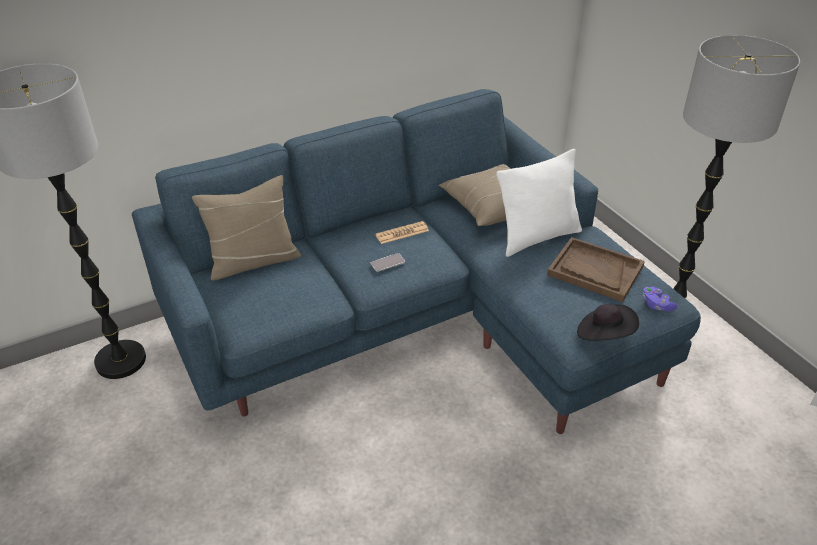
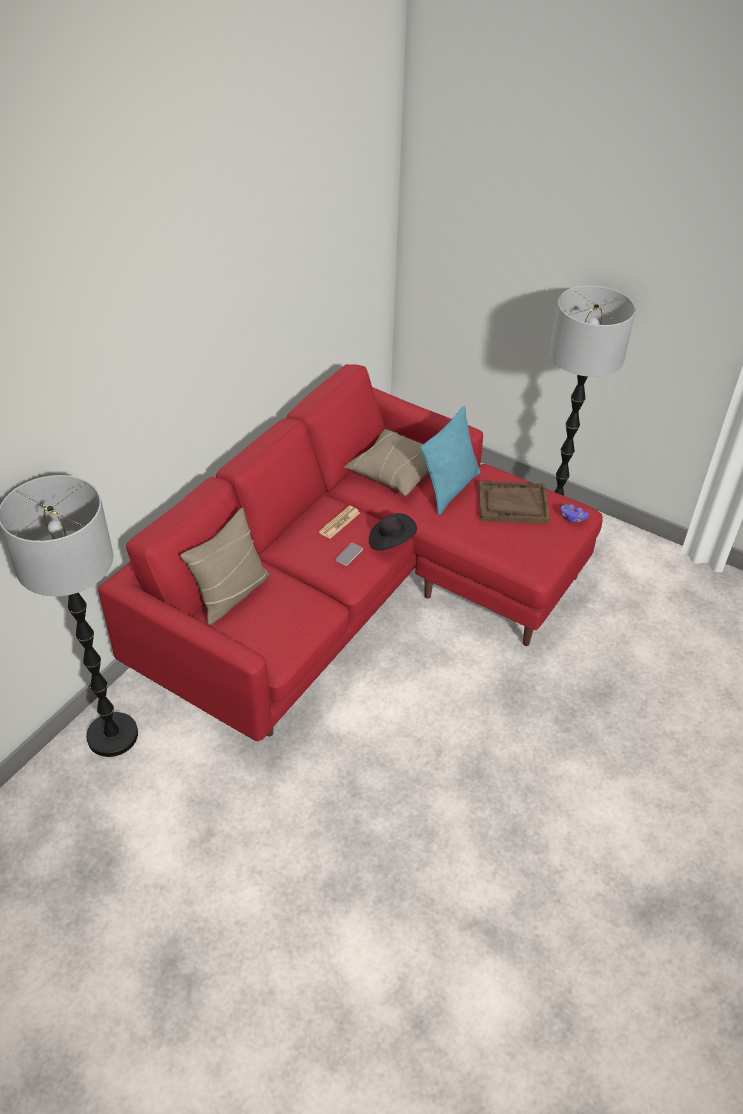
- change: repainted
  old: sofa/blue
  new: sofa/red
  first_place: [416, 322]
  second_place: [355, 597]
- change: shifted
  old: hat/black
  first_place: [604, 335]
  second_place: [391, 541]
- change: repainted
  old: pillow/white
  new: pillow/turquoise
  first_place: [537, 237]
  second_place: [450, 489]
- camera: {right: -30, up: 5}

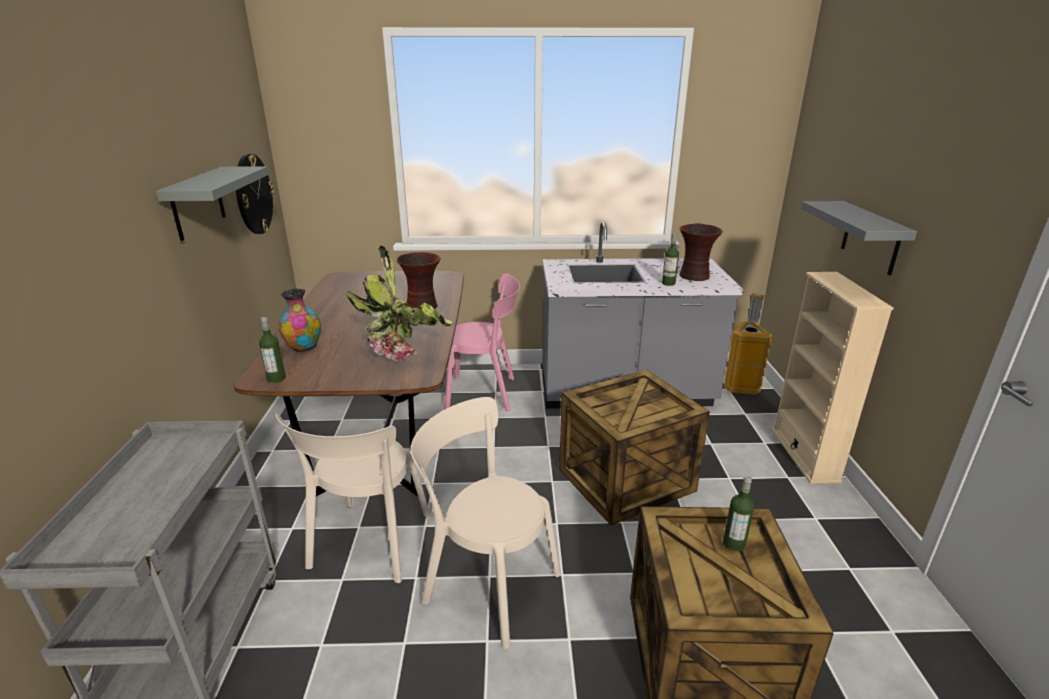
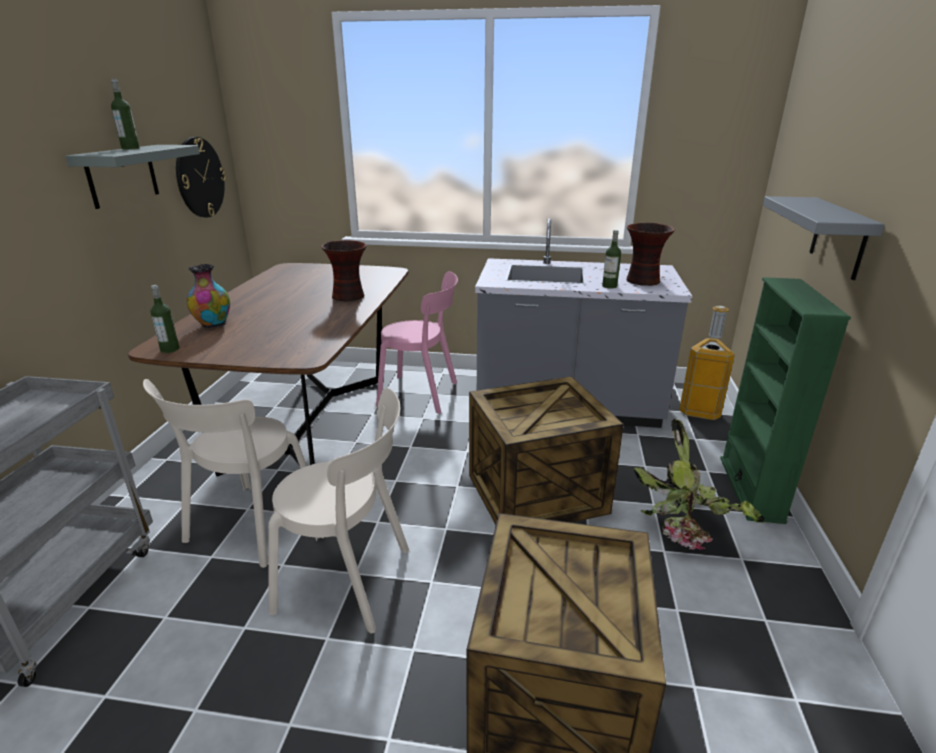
- change: shifted
  old: bottle
  first_place: [734, 543]
  second_place: [130, 148]
- change: rotated
  old: chair/beige
  first_place: [487, 584]
  second_place: [350, 581]
  degrees: 150
- change: shifted
  old: potted plant
  first_place: [408, 354]
  second_place: [690, 534]
- change: repainted
  old: bookcase/beige
  new: bookcase/green
  first_place: [804, 455]
  second_place: [751, 488]
- camera: {right: 10, up: 0}

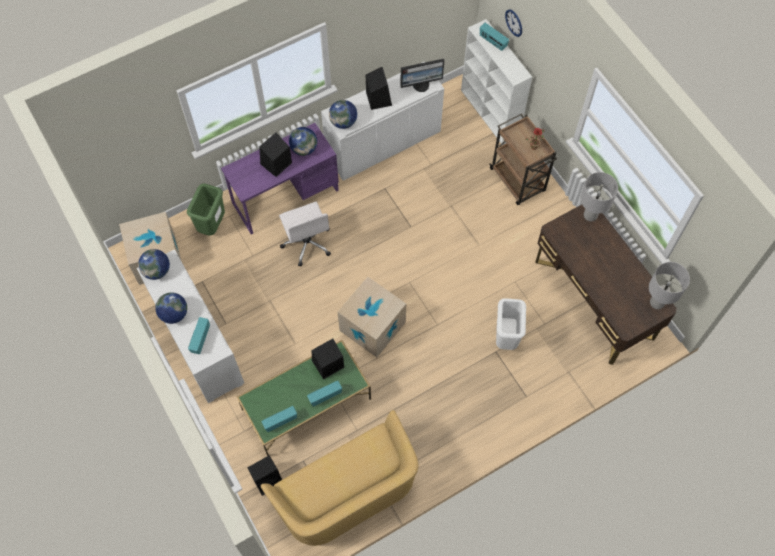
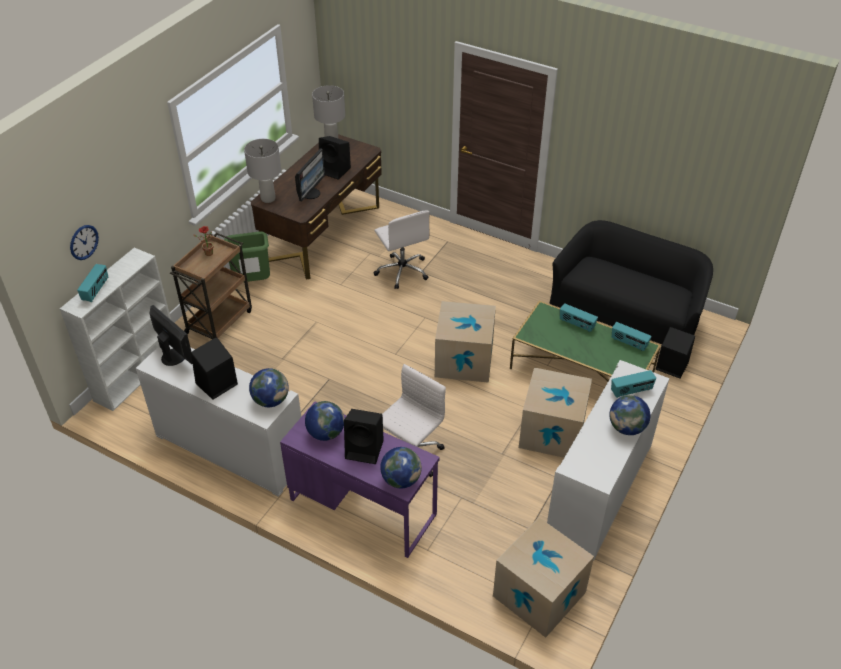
- change: shifted
  old: trash can/green
  first_place: [212, 225]
  second_place: [252, 283]
- change: new
  new: monitor
  second_place: [311, 193]
- change: shifted
  old: speaker/black
  first_place: [327, 364]
  second_place: [335, 170]
- change: swapped
  old: trash can/white
  new: office chair/white
  first_place: [505, 337]
  second_place: [402, 271]
- change: shifted
  old: globe
  first_place: [157, 271]
  second_place: [401, 479]
- change: new
  new: cardboard box
  second_place: [552, 432]
- change: repainted
  old: sofa/yellow
  new: sofa/black
  first_place: [347, 491]
  second_place: [628, 311]
- camera: {right: -120, up: -20}

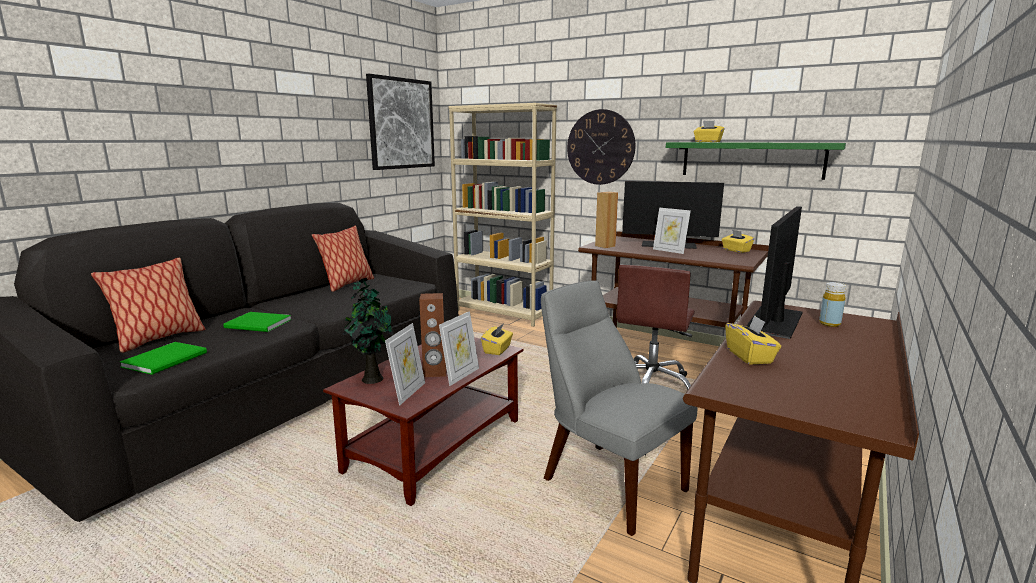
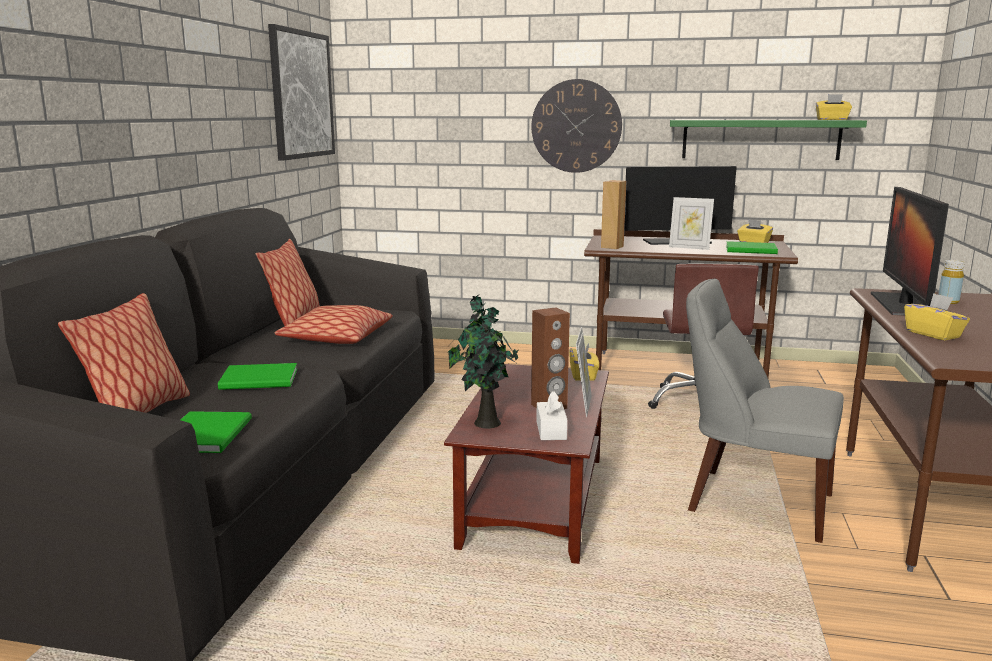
- change: new
  new: pillow
  second_place: [336, 338]
- change: swapped
  old: picture frame
  new: tissue box/white
  first_place: [408, 393]
  second_place: [551, 430]
- change: new
  new: book/green
  second_place: [752, 250]
- change: shifted
  old: tissue box/yellow
  first_place: [707, 142]
  second_place: [832, 119]
- change: gone
  old: bookcase/beige
  first_place: [503, 313]
- camera: {right: -20, up: 0}

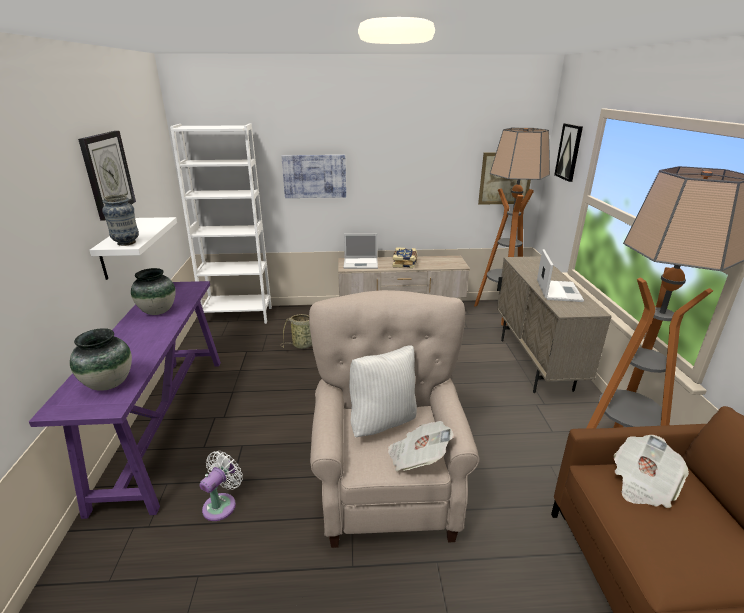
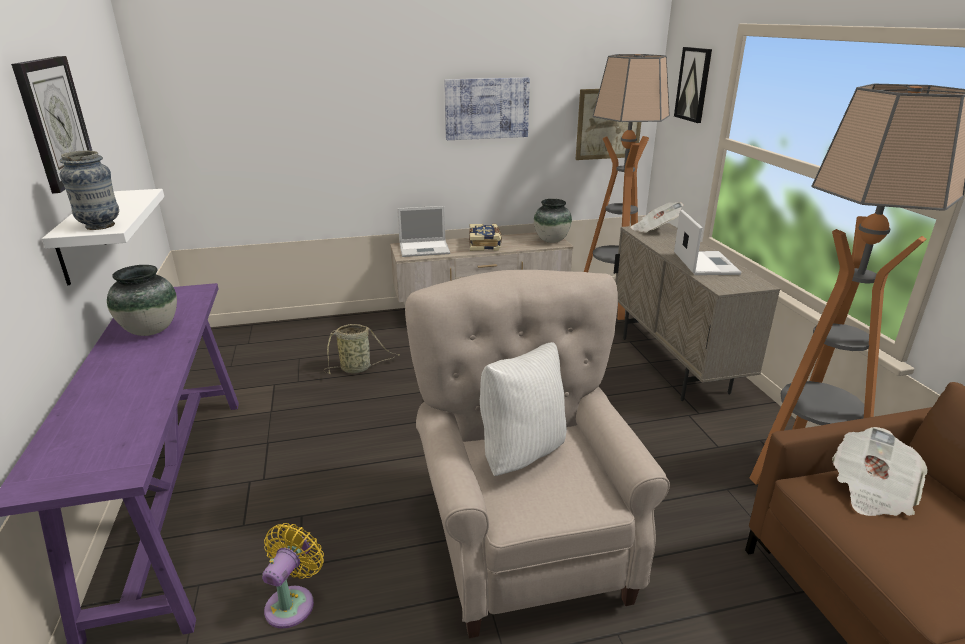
- change: repainted
  old: fan/white
  new: fan/yellow
  first_place: [222, 504]
  second_place: [293, 602]
- change: shifted
  old: picture
  first_place: [314, 176]
  second_place: [486, 108]
- change: shifted
  old: vase
  first_place: [108, 384]
  second_place: [551, 240]
- change: shifted
  old: newspaper
  first_place: [417, 458]
  second_place: [655, 229]
- change: gone
  old: bookcase/white
  first_place: [238, 315]
- camera: {right: -10, up: 0}

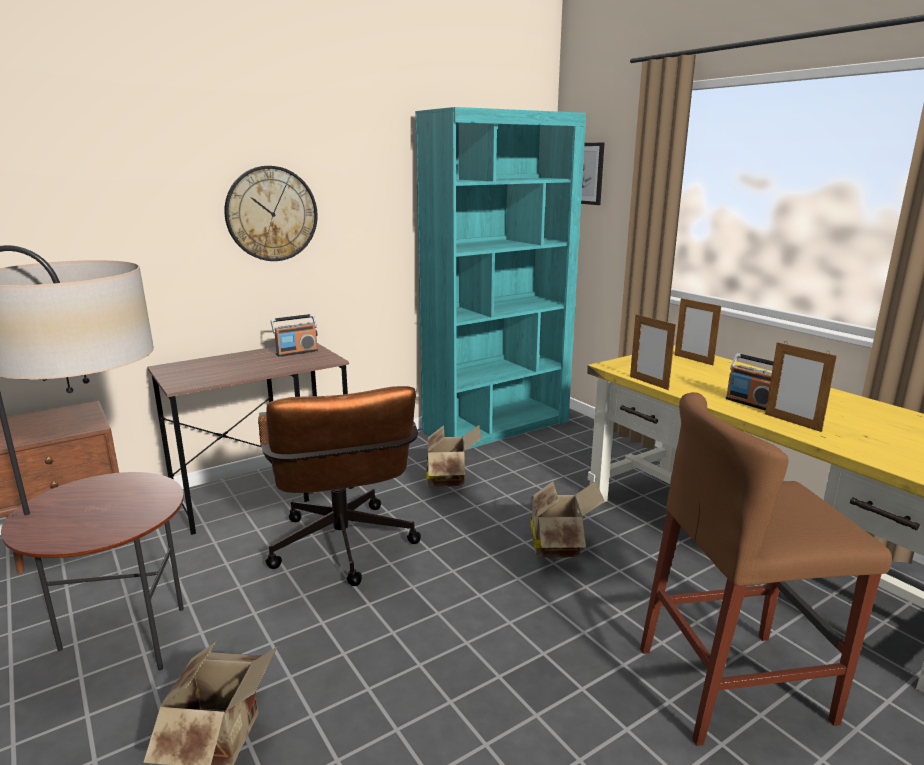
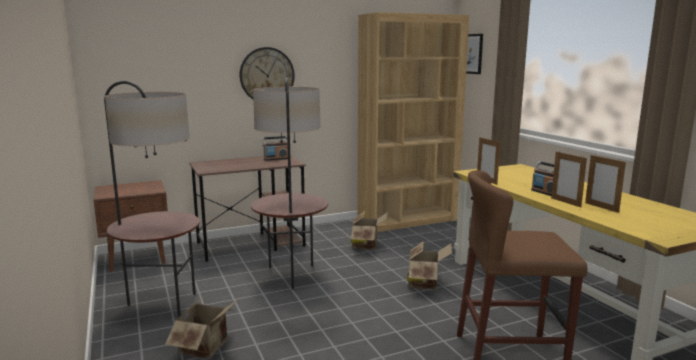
- change: swapped
  old: office chair/brown
  new: floor lamp
  first_place: [344, 551]
  second_place: [291, 276]
- change: repainted
  old: bookcase/turquoise
  new: bookcase/brown
  first_place: [497, 426]
  second_place: [408, 220]
- change: shifted
  old: picture frame
  first_place: [693, 360]
  second_place: [601, 207]
- camera: {right: 10, up: -5}

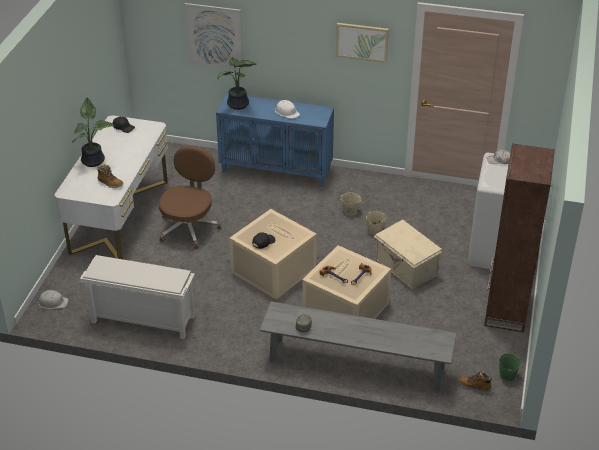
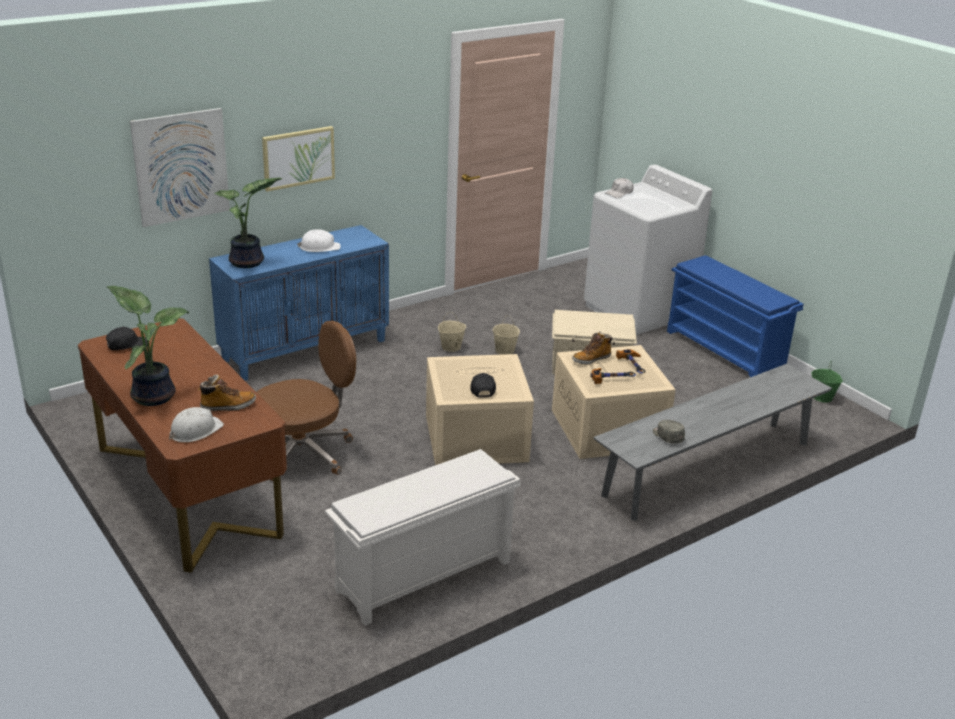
- change: repainted
  old: desk/white
  new: desk/brown
  first_place: [120, 216]
  second_place: [188, 490]
- change: shifted
  old: hard hat/white
  first_place: [53, 302]
  second_place: [195, 430]
- change: rotated
  old: office chair/brown
  first_place: [189, 228]
  second_place: [304, 453]
  degrees: 90
- change: shifted
  old: picture
  first_place: [362, 42]
  second_place: [298, 157]
- change: shifted
  old: boot
  first_place: [474, 386]
  second_place: [591, 359]
- change: swapped
  old: bookcase/brown
  new: shoe rack/blue
  first_place: [506, 310]
  second_place: [725, 351]
- camera: {right: -50, up: -10}

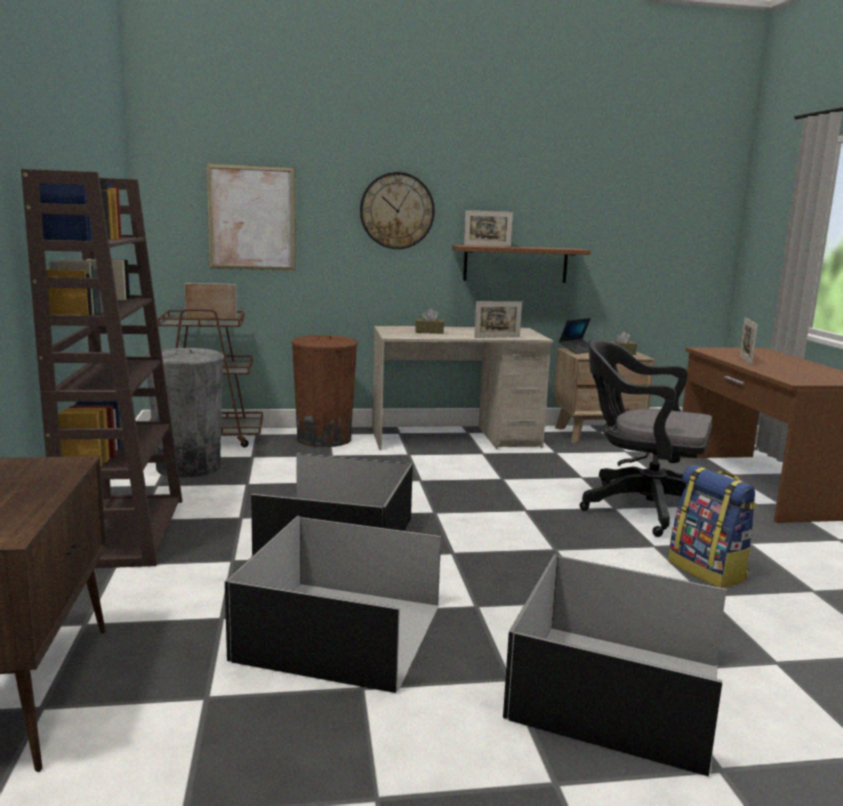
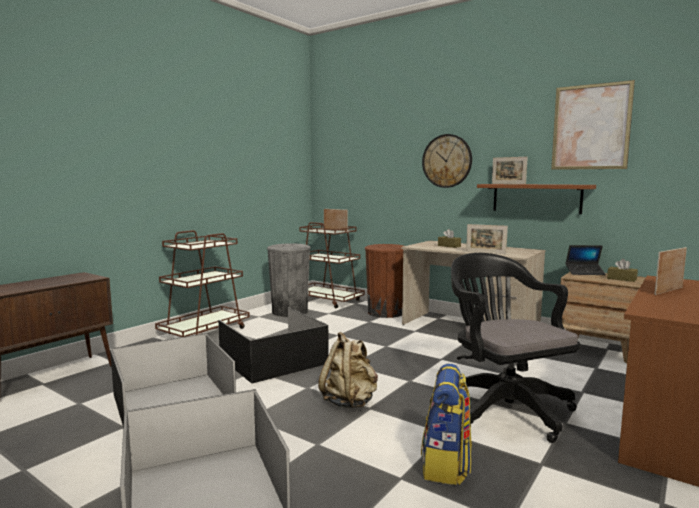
- change: swapped
  old: bookcase/brown
  new: cart/brown
  first_place: [124, 531]
  second_place: [205, 331]
- change: new
  new: backpack/beige
  second_place: [349, 402]
- change: shifted
  old: picture
  first_place: [252, 218]
  second_place: [590, 127]
- camera: {right: 45, up: -5}

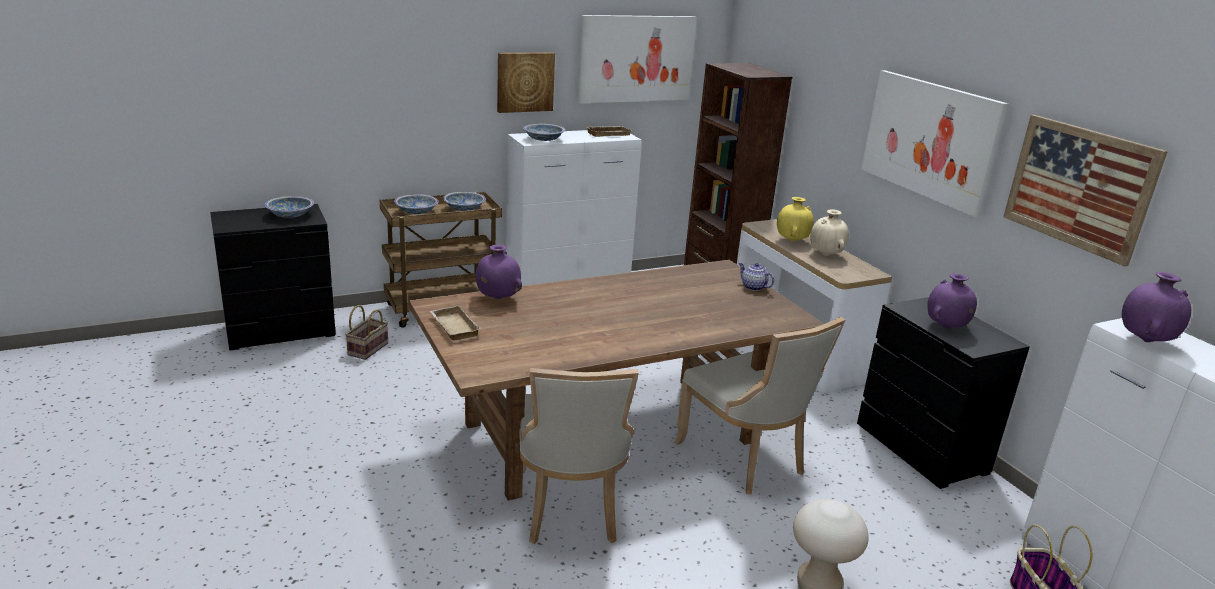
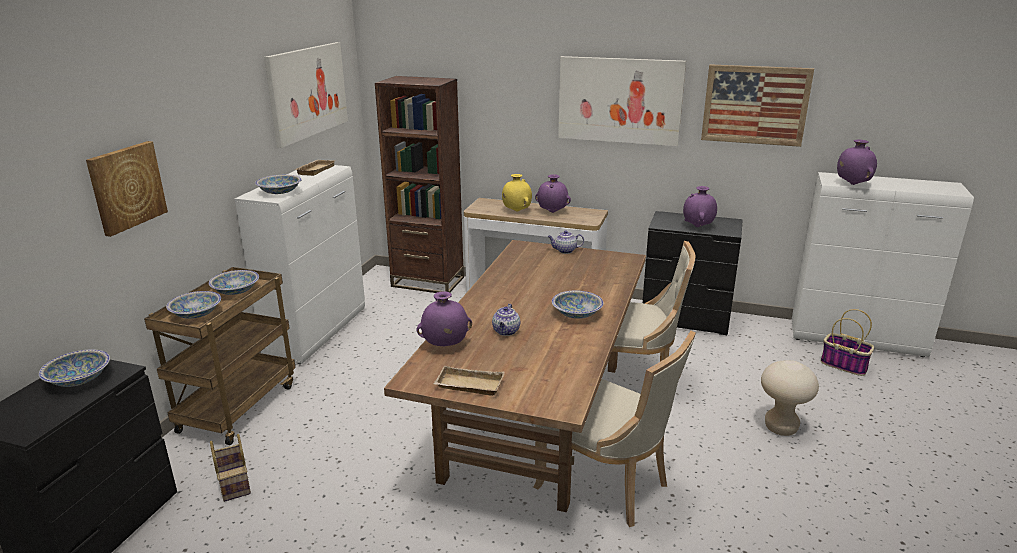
- change: shifted
  old: picture
  first_place: [525, 82]
  second_place: [126, 187]
- change: new
  new: teapot
  second_place: [506, 332]
- change: repainted
  old: vase/beige
  new: vase/purple
  first_place: [826, 255]
  second_place: [552, 212]
- change: new
  new: bowl
  second_place: [576, 314]
- camera: {right: -45, up: 0}

